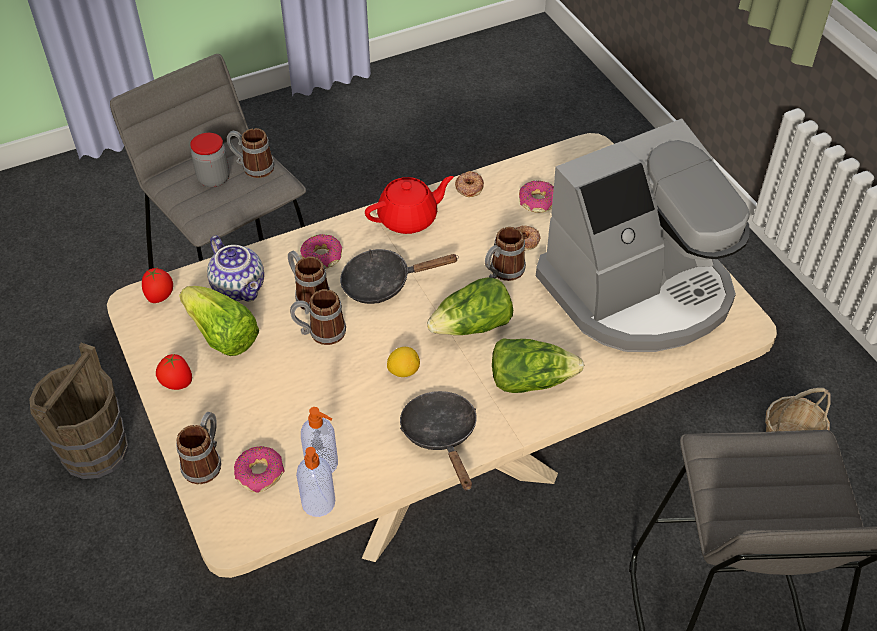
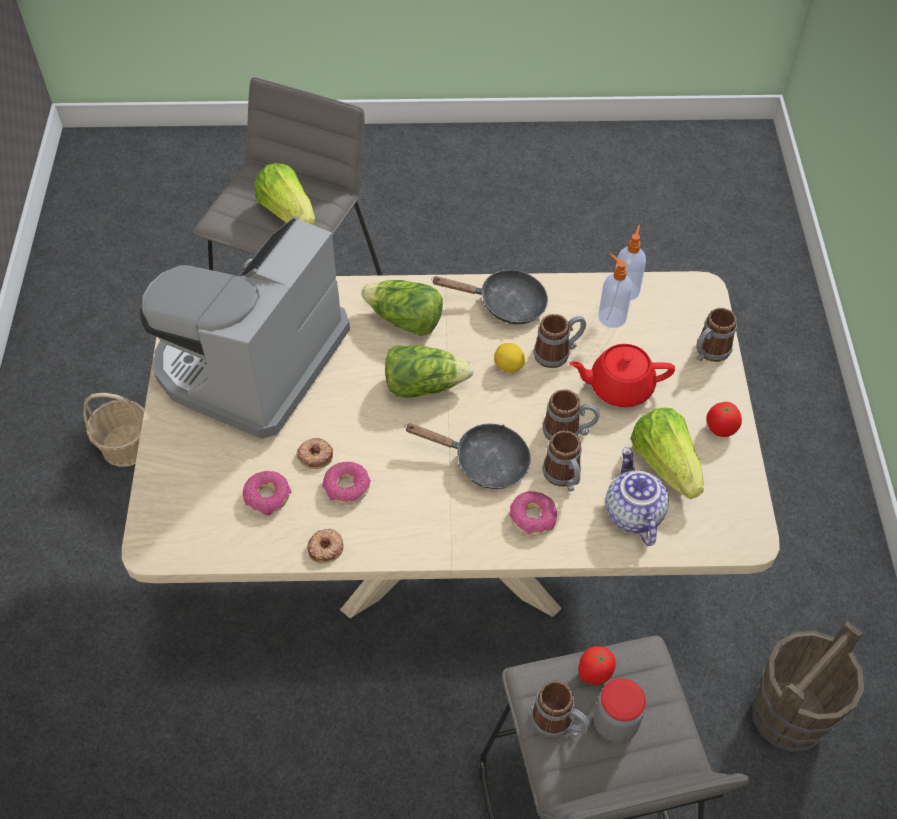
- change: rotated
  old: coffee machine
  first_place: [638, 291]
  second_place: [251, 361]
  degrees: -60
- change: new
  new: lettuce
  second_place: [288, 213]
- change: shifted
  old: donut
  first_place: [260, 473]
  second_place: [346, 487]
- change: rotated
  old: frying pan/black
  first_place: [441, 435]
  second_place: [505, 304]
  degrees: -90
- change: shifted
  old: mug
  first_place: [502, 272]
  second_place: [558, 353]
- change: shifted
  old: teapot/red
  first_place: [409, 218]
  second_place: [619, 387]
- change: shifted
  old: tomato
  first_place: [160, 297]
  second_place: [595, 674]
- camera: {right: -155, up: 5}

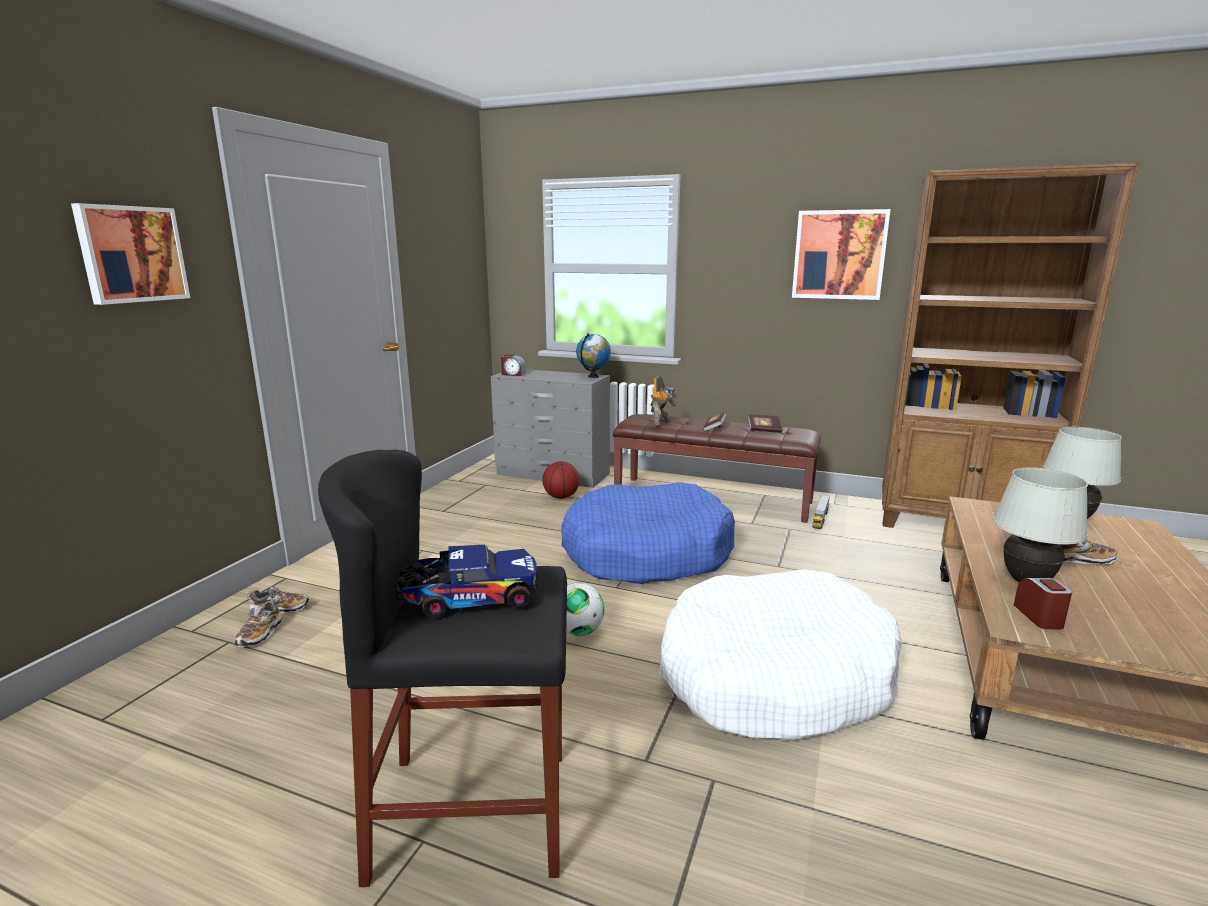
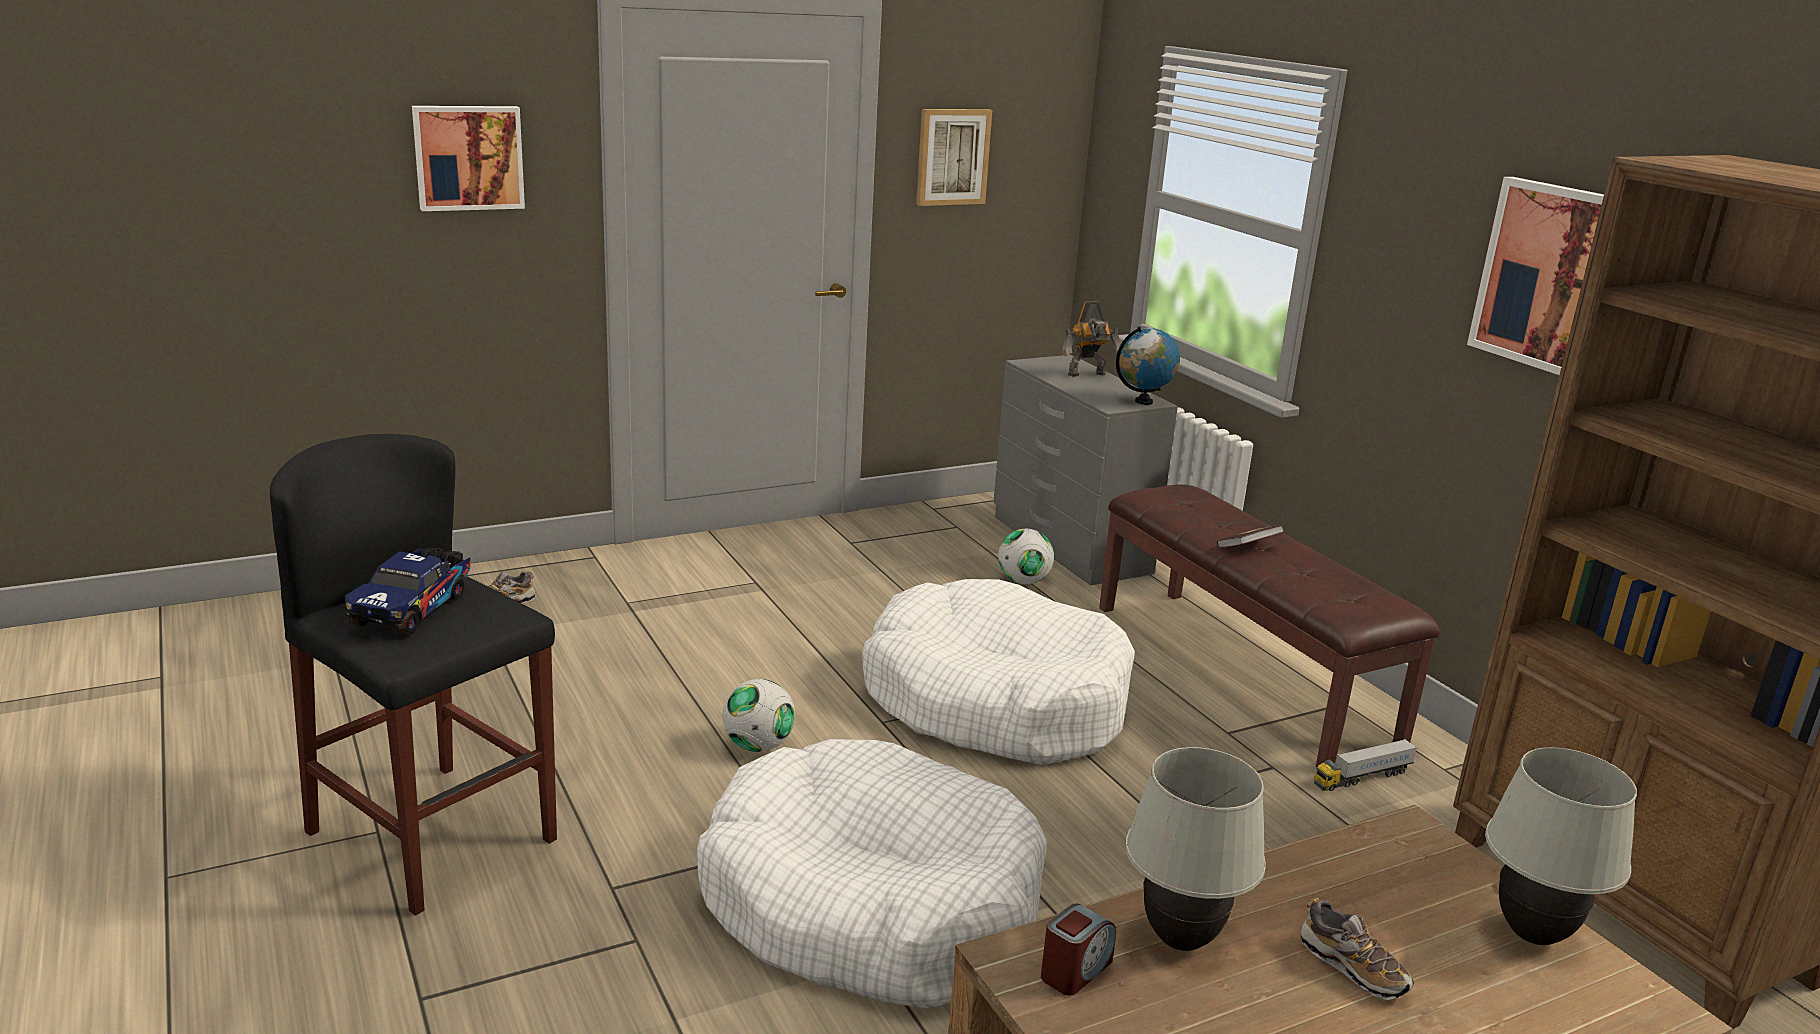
- change: rotated
  old: toy truck
  first_place: [468, 600]
  second_place: [414, 608]
  degrees: 75
- change: repainted
  old: dog bed/blue
  new: dog bed/white
  first_place: [646, 553]
  second_place: [995, 701]
- change: new
  new: picture
  second_place: [952, 156]
- change: swapped
  old: basketball
  new: football
  first_place: [561, 497]
  second_place: [1023, 581]
- change: shifted
  old: toy robot
  first_place: [662, 424]
  second_place: [1088, 375]
- change: gone
  old: shoe
  first_place: [280, 609]
- change: gone
  old: alarm clock
  first_place: [513, 374]
- change: gone
  old: book
  first_place: [764, 430]
- camera: {right: 40, up: 5}

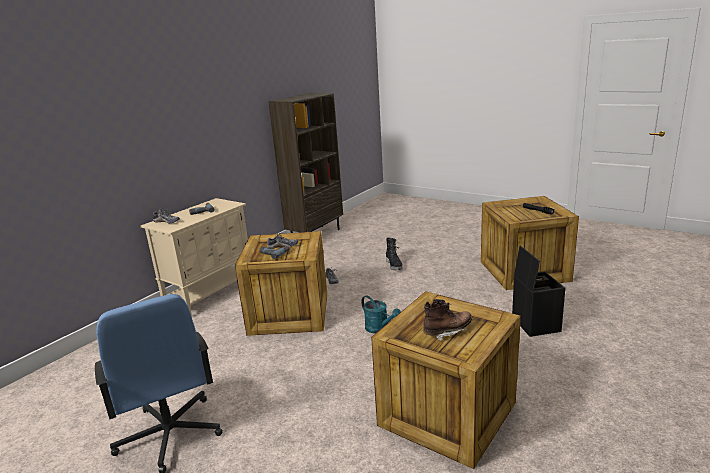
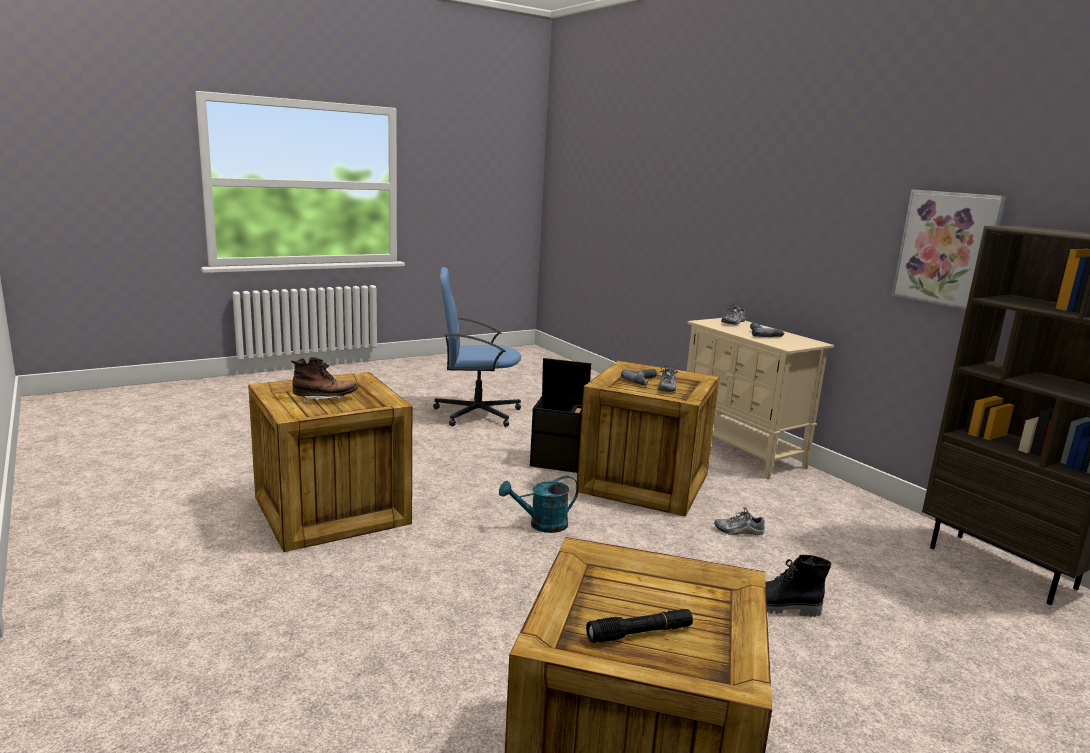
- change: rotated
  old: boot/brown
  first_place: [447, 332]
  second_place: [325, 399]
  degrees: -105
- change: shifted
  old: storage box/black
  first_place: [534, 324]
  second_place: [559, 461]
- change: new
  new: picture
  second_place: [947, 249]
- camera: {right: 110, up: -5}

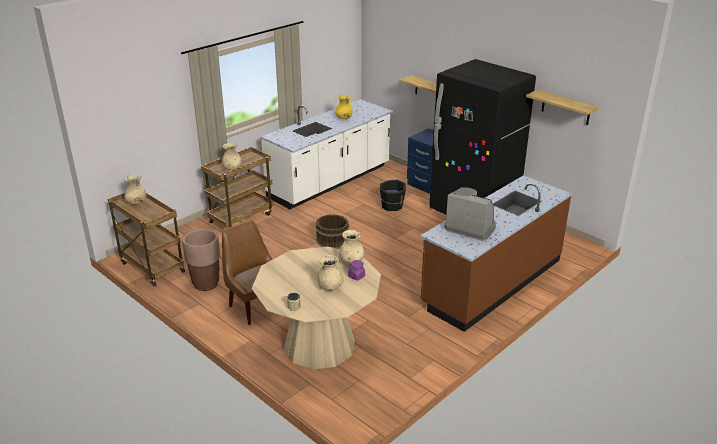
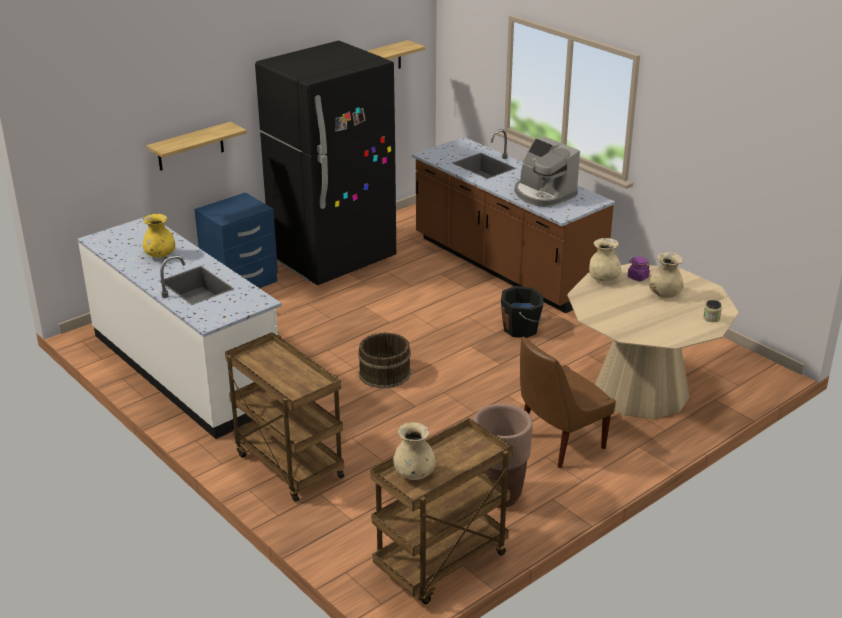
- change: shifted
  old: bucket/black
  first_place: [392, 206]
  second_place: [521, 329]
- change: rotated
  old: coffee machine
  first_place: [471, 227]
  second_place: [543, 194]
  degrees: -75
- change: gone
  old: vase/beige
  first_place: [232, 168]
- camera: {right: -85, up: 0}

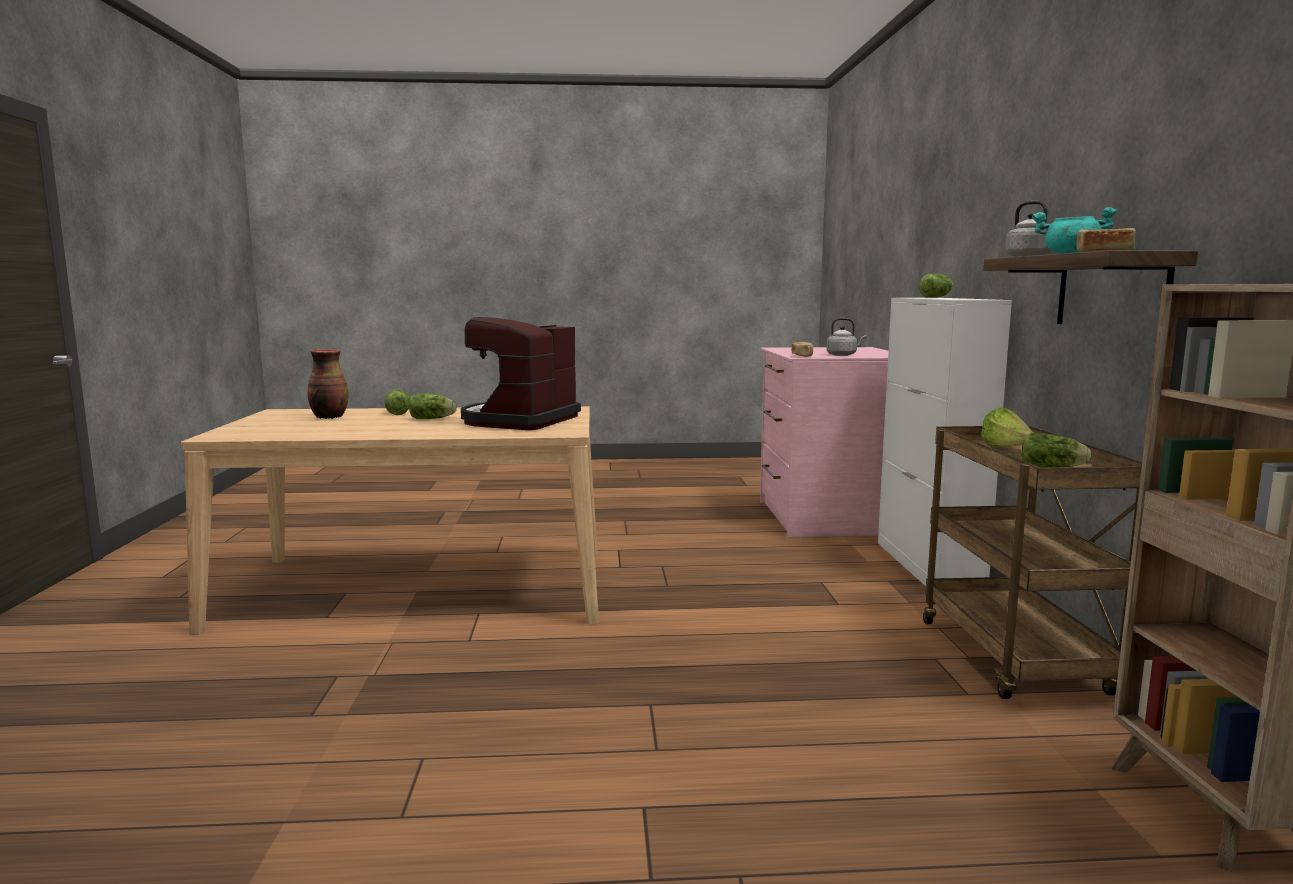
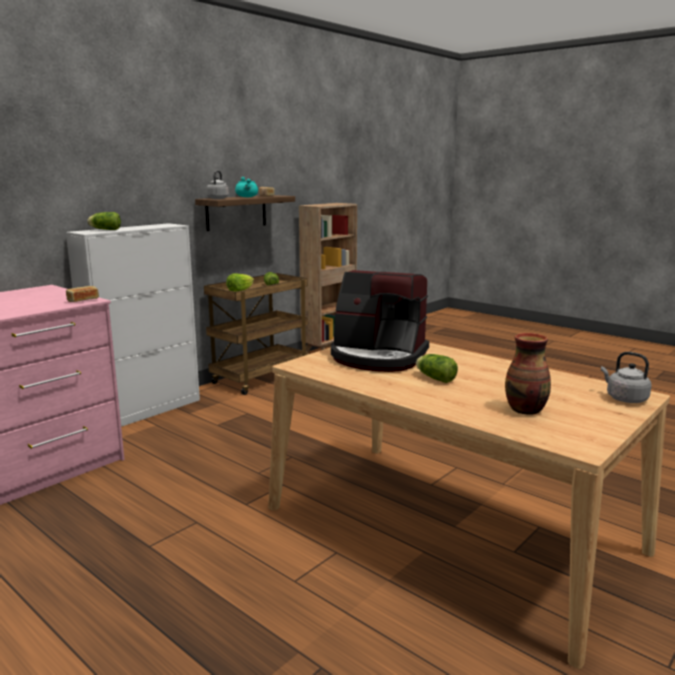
- change: rotated
  old: coffee machine
  first_place: [519, 421]
  second_place: [378, 357]
  degrees: 45
- change: shifted
  old: kettle/grey
  first_place: [843, 355]
  second_place: [624, 398]
- change: gone
  old: lettuce
  first_place: [397, 412]
- camera: {right: -135, up: 5}

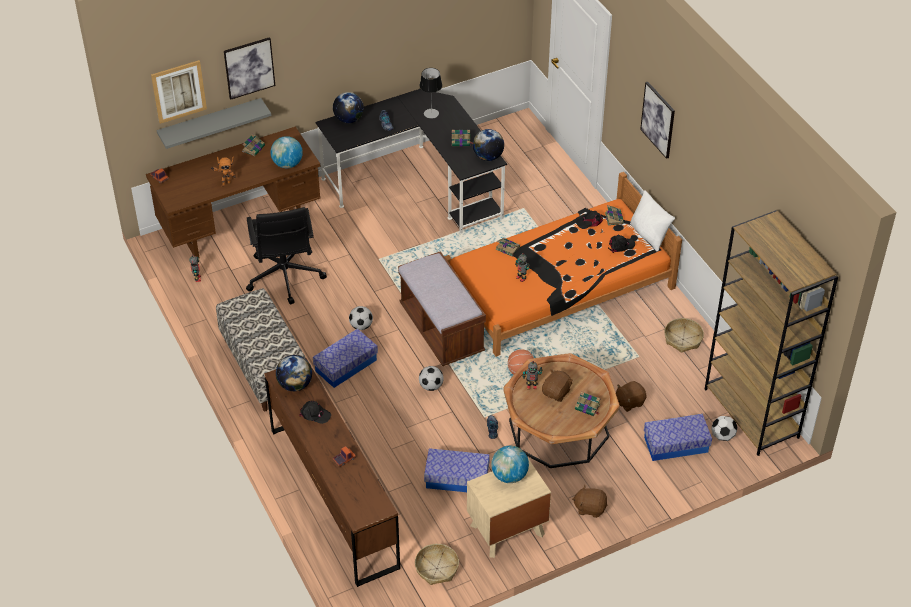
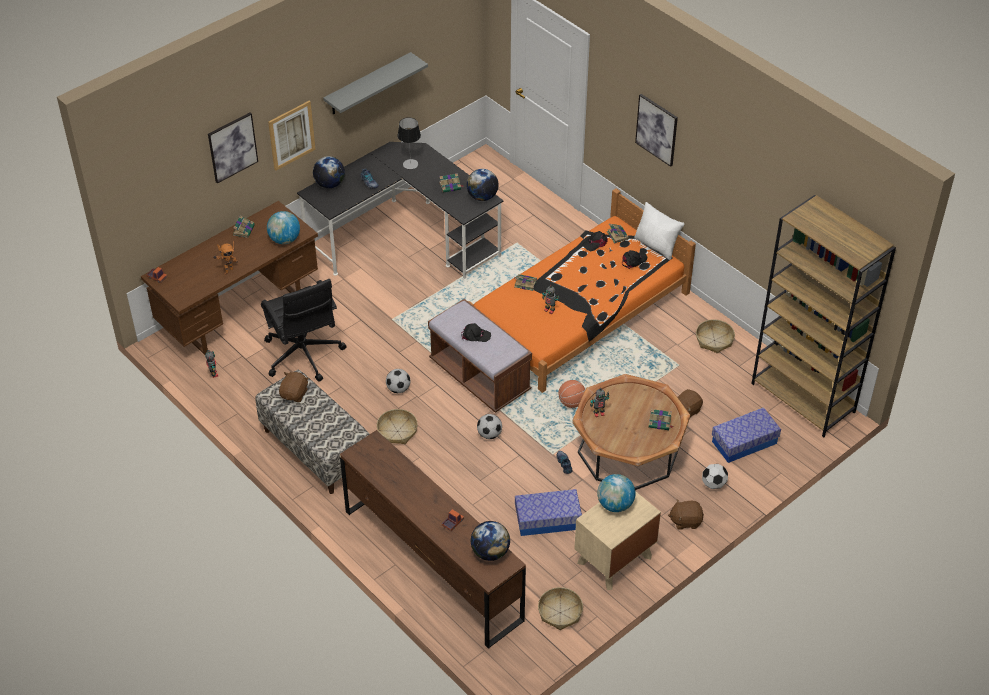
- change: shifted
  old: picture
  first_place: [179, 91]
  second_place: [291, 135]
- change: shifted
  old: plush toy/brown
  first_place: [556, 392]
  second_place: [294, 394]
- change: shifted
  old: shelf/grey
  first_place: [210, 123]
  second_place: [368, 84]
- change: swapped
  old: storage box
  new: basket
  first_place: [346, 365]
  second_place: [397, 431]
- change: shifted
  old: cap/black
  first_place: [314, 414]
  second_place: [475, 335]
- change: shifted
  old: globe
  first_place: [295, 384]
  second_place: [490, 552]
- change: shifted
  old: football
  first_place: [722, 436]
  second_place: [713, 484]
- camera: {right: -15, up: 0}

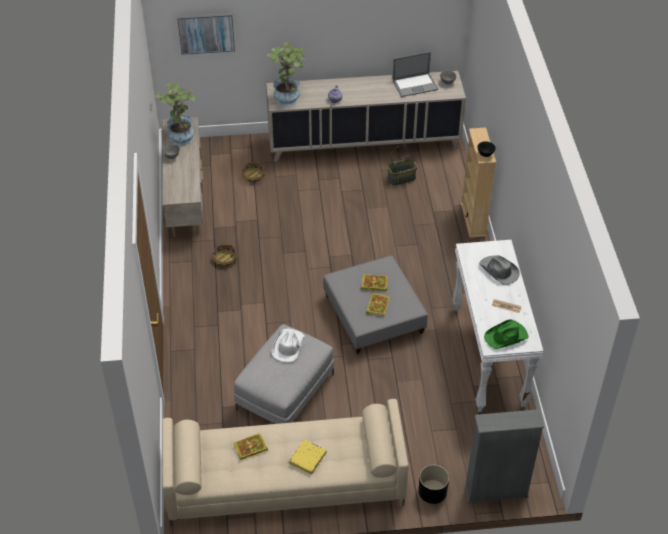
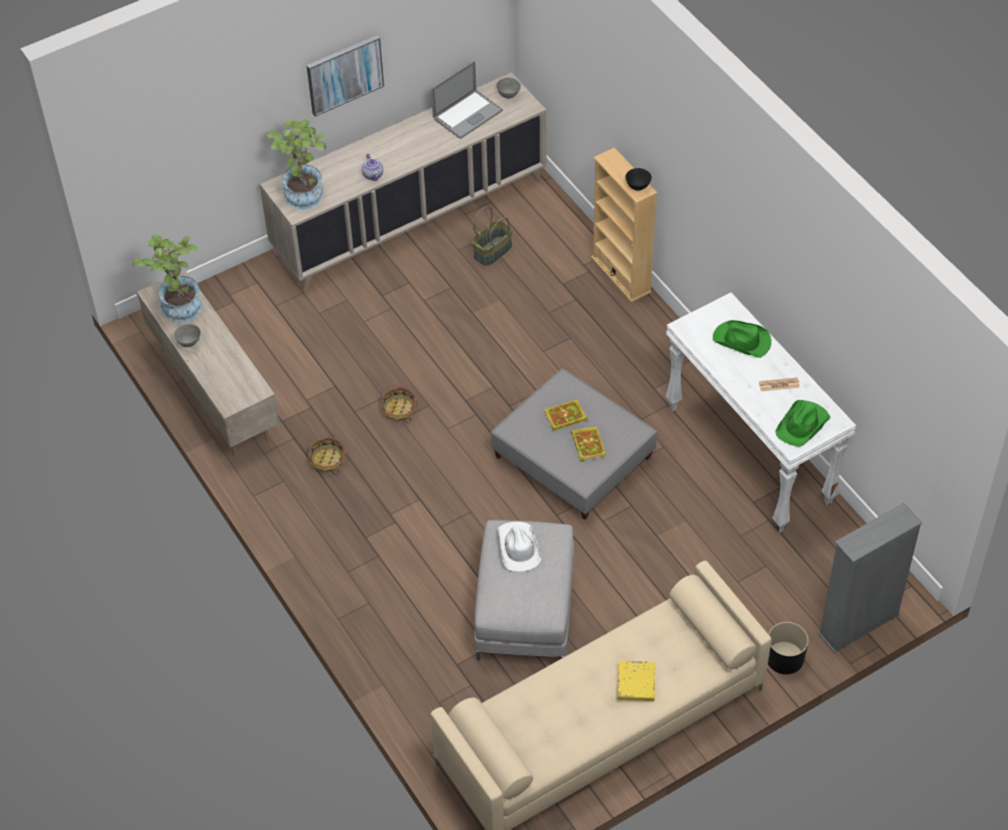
- change: shifted
  old: picture
  first_place: [206, 33]
  second_place: [344, 74]
- change: shifted
  old: basket
  first_place: [253, 176]
  second_place: [399, 409]
- change: repainted
  old: hat/grey
  new: hat/green
  first_place: [499, 271]
  second_place: [742, 341]
- change: gone
  old: book
  first_place: [250, 448]
- camera: {right: -25, up: 5}

